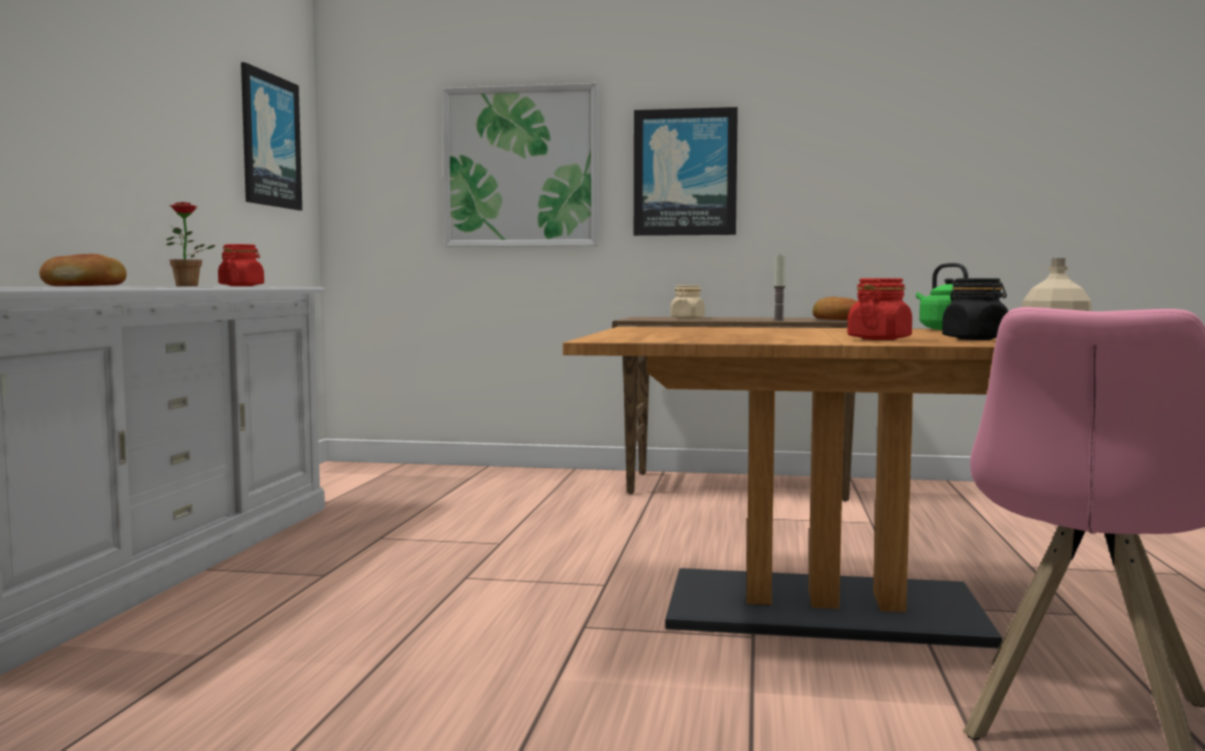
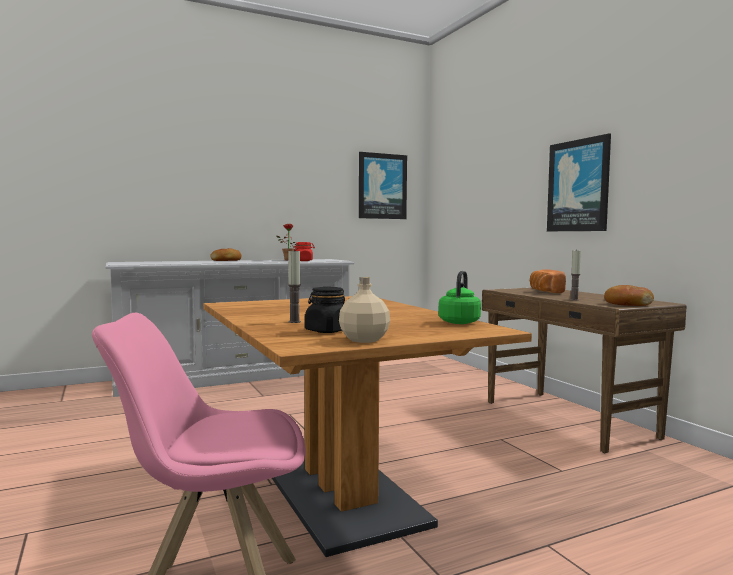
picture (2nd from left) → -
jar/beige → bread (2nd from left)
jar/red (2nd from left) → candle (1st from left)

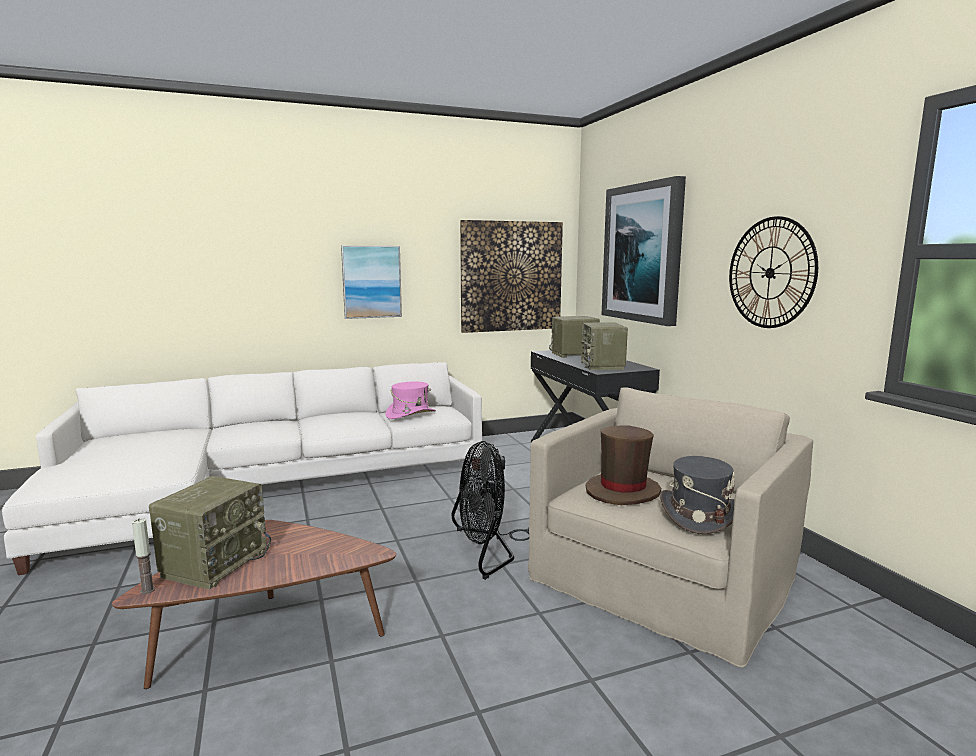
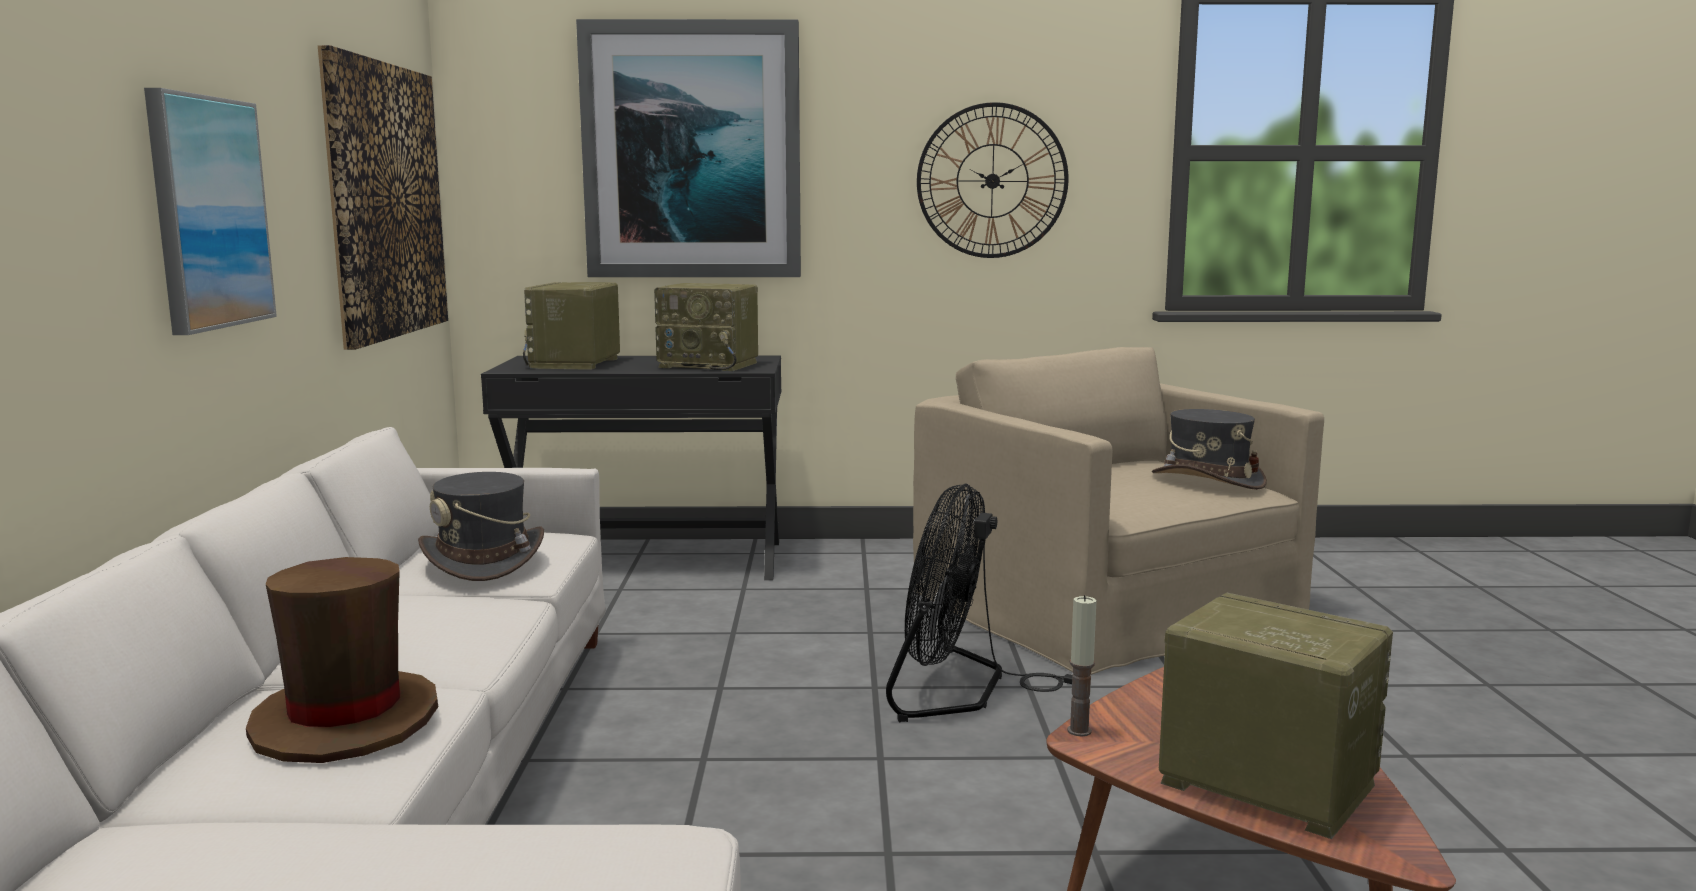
candle, move
hat/pink → hat/grey (1st from left)
fan/black, 105 degrees clockwise
hat/brown, move

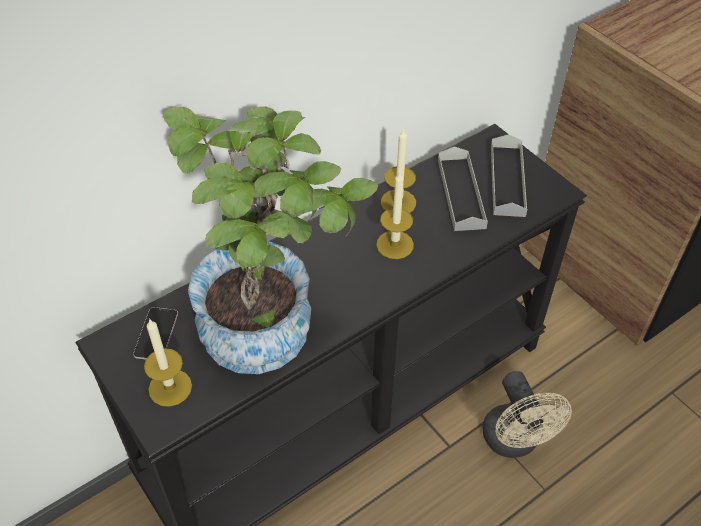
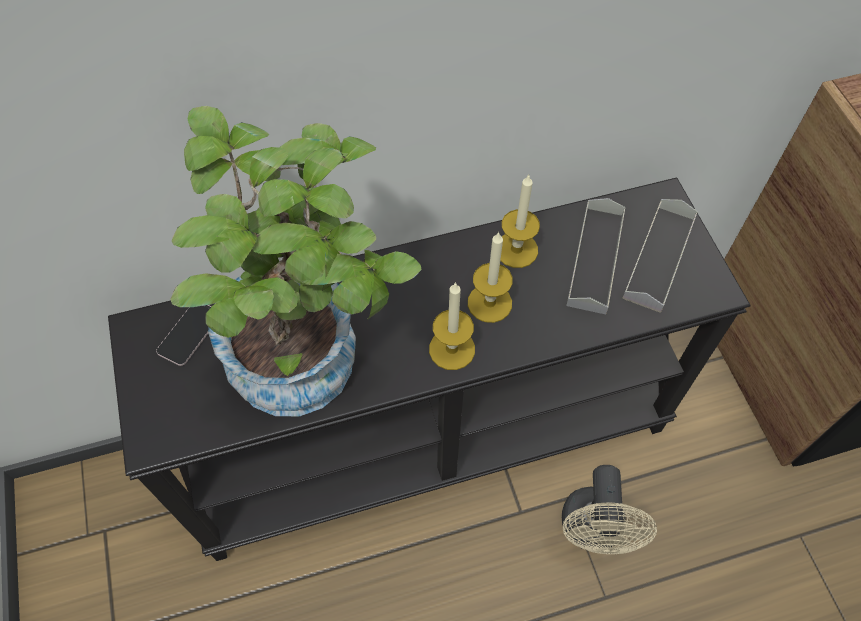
candle (1st from left), move

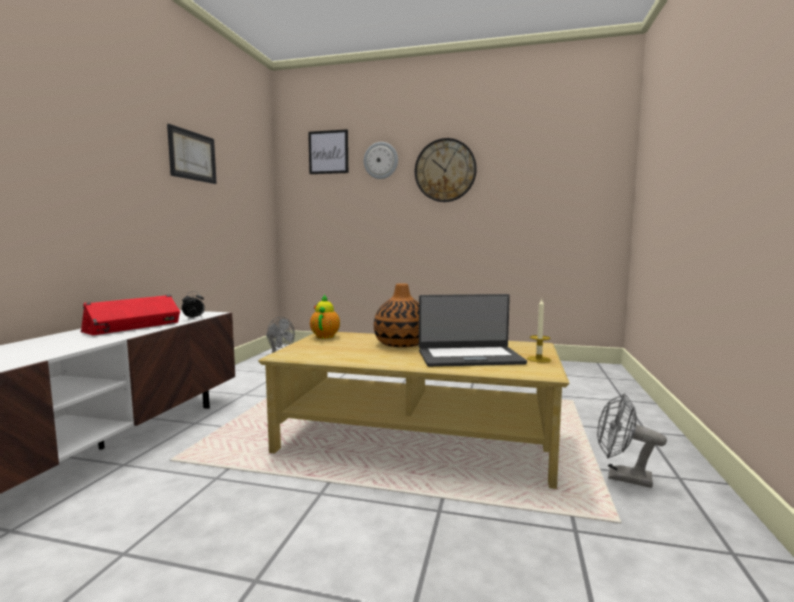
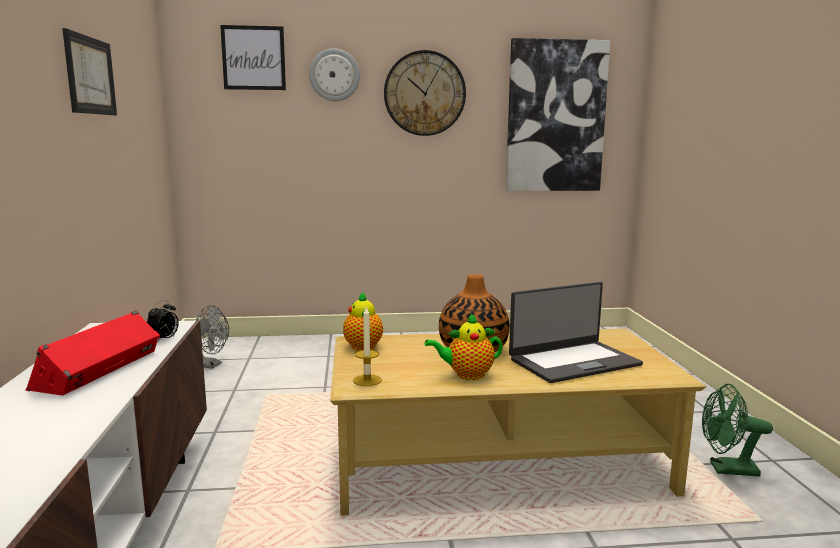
candle, move
fan/grey (2nd from left) → fan/green
- → teapot (2nd from left)
- → picture (3rd from left)

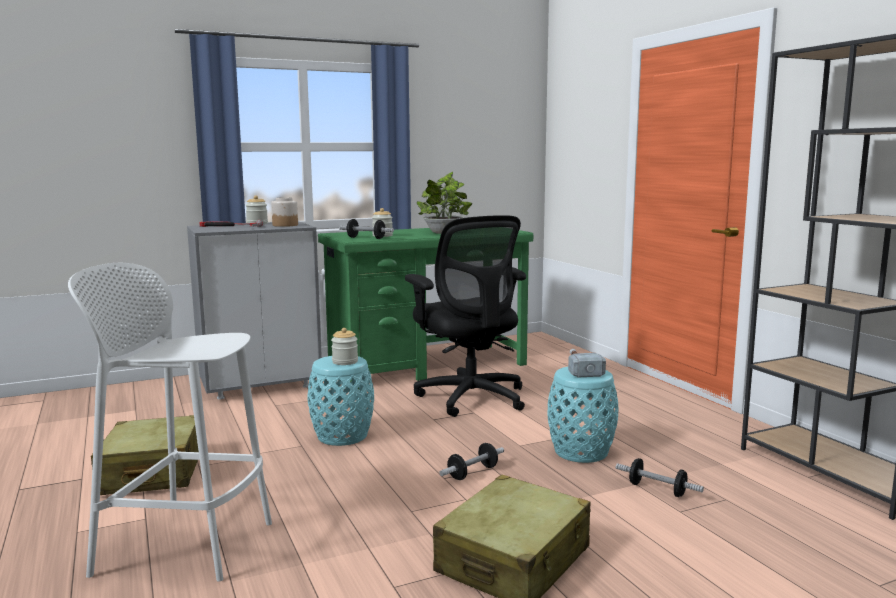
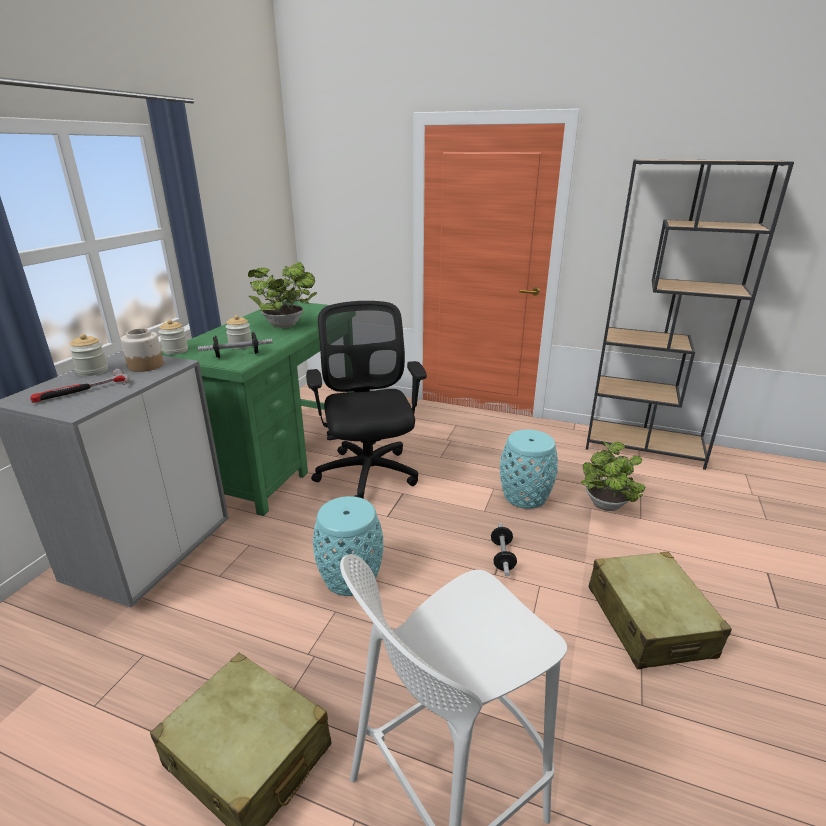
jar (3rd from left), move
office chair/black, 120 degrees counterclockwise
hammer (2nd from left) → -
dumbbell (3rd from left) → potted plant (2nd from left)

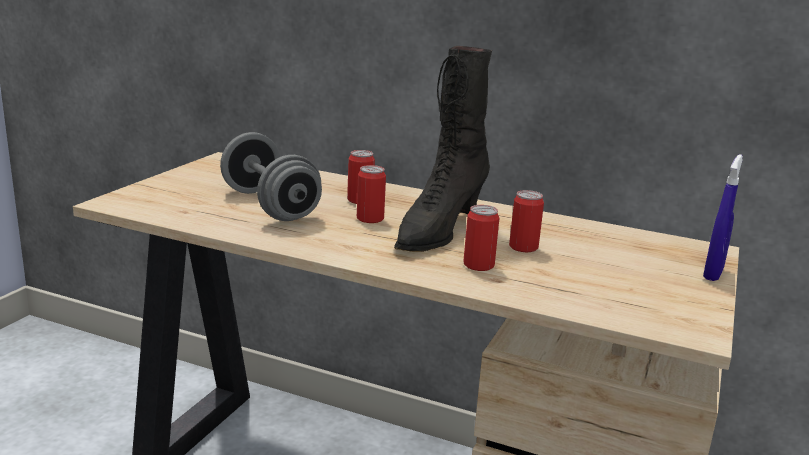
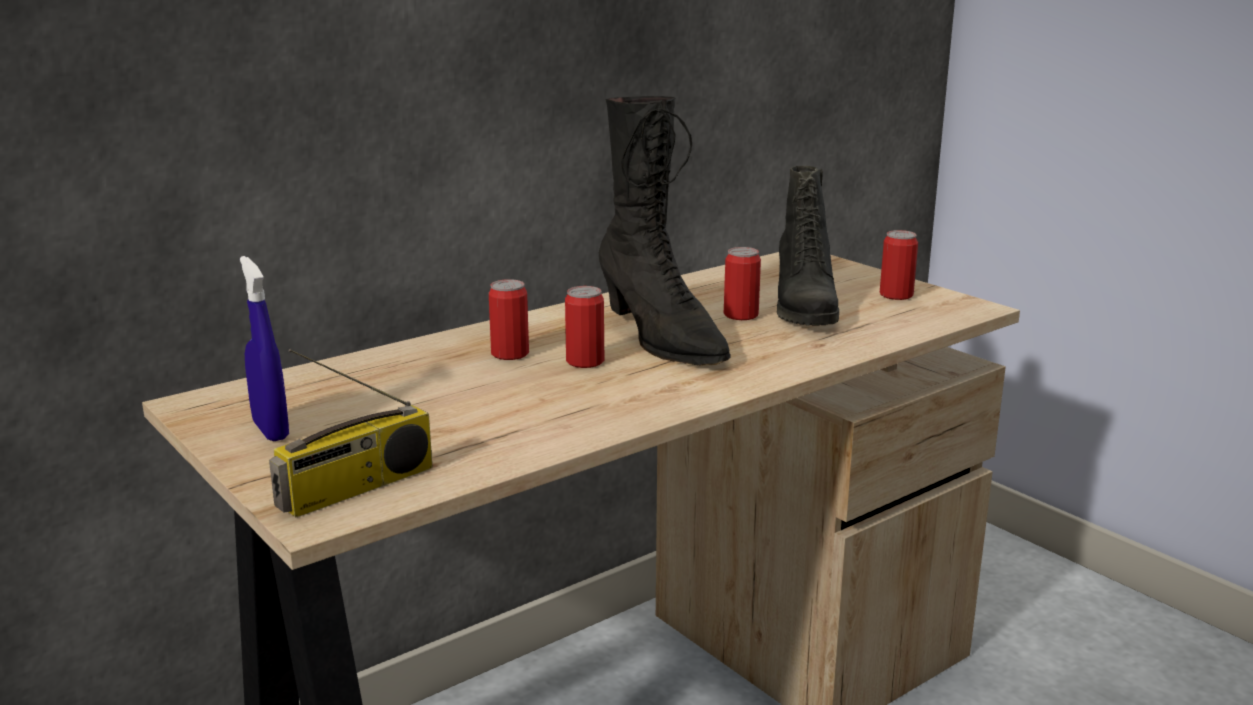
dumbbell/grey → -
can (3rd from left in the first image) → can (4th from left), move
spray bottle/blue, move
- → radio
- → boot/black (2nd from left)

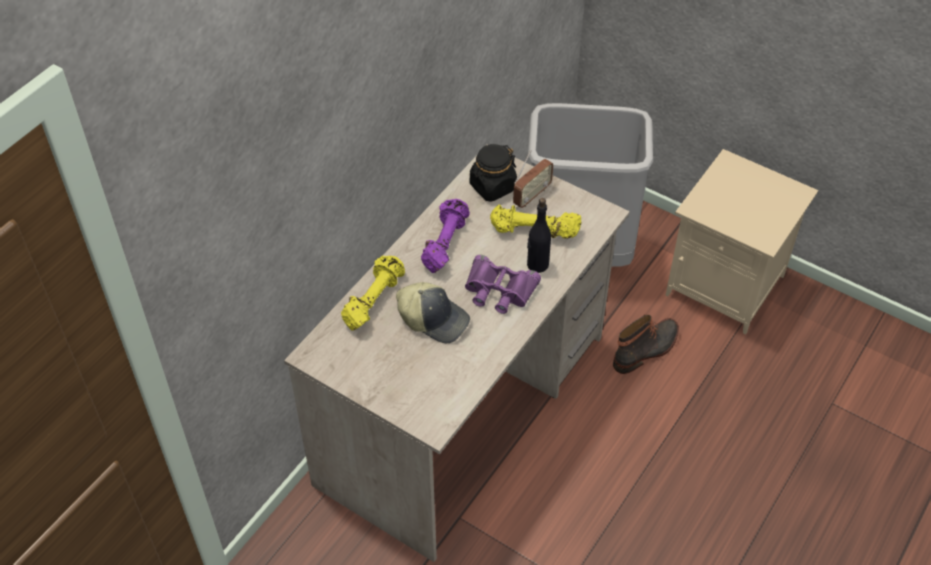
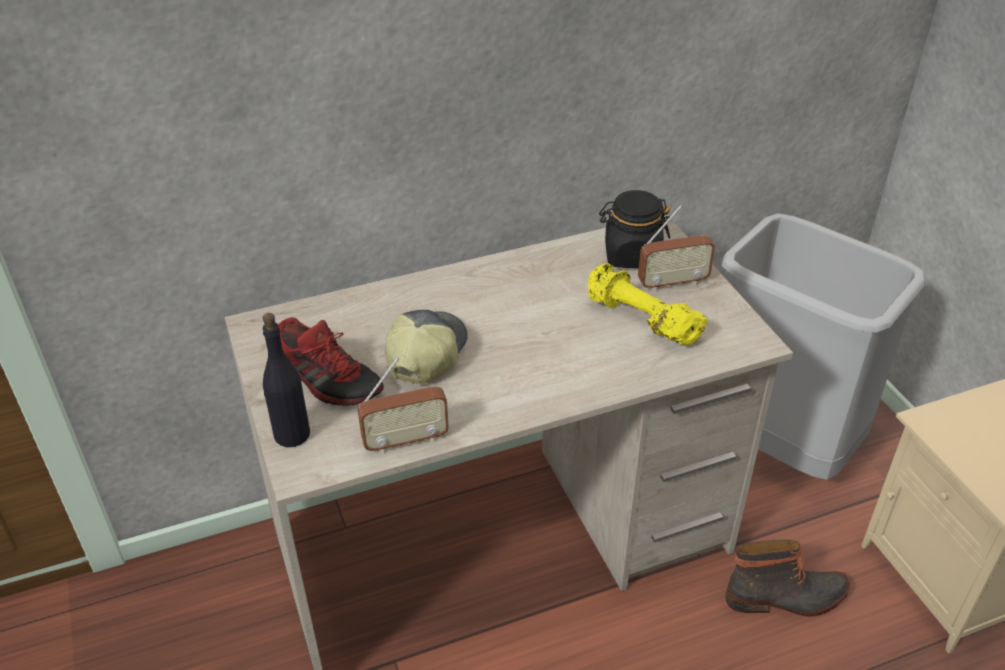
dumbbell/yellow (1st from left) → -
cap, 135 degrees counterclockwise
dumbbell/purple → -
binoculars/purple → -
bottle/black, move
- → shoe
- → radio (1st from left)

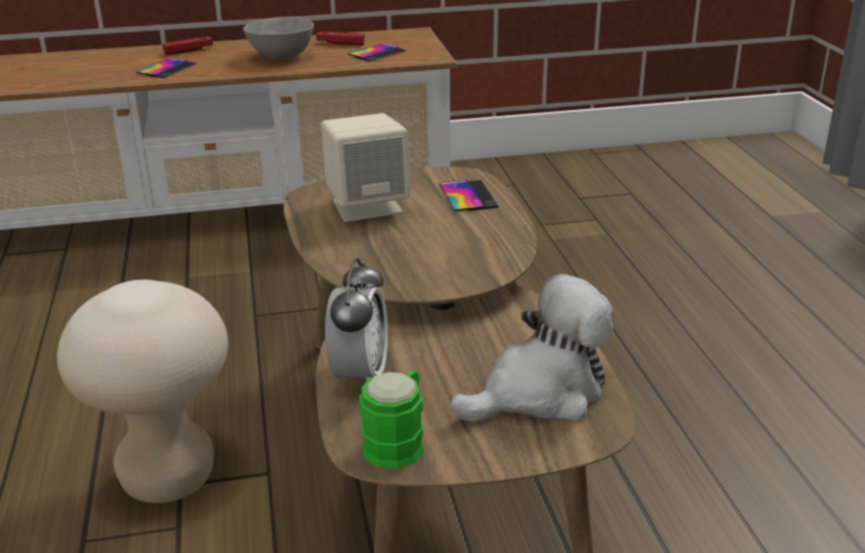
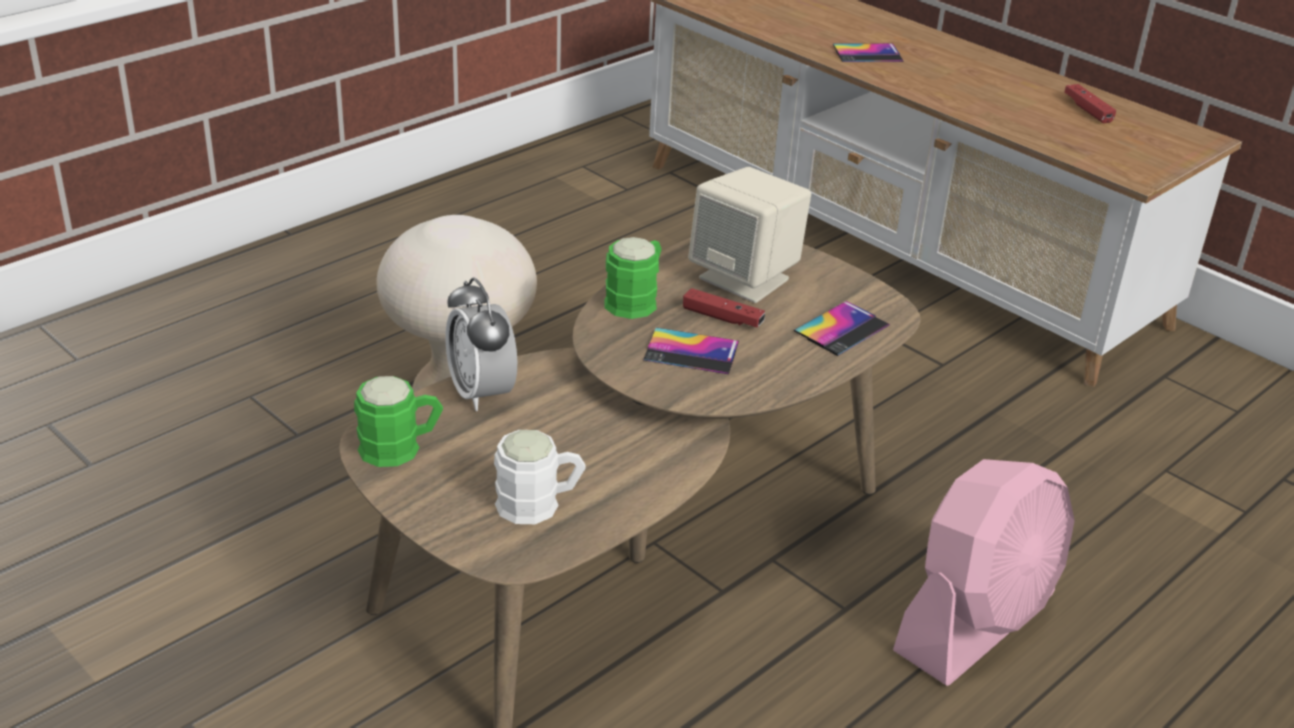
game controller/red (1st from left), move
bowl/grey → -
alarm clock, 90 degrees clockwise
phone (2nd from left in the first image) → phone (1st from left), move
plush toy → mug/white
- → mug/green (2nd from left)
- → fan/pink

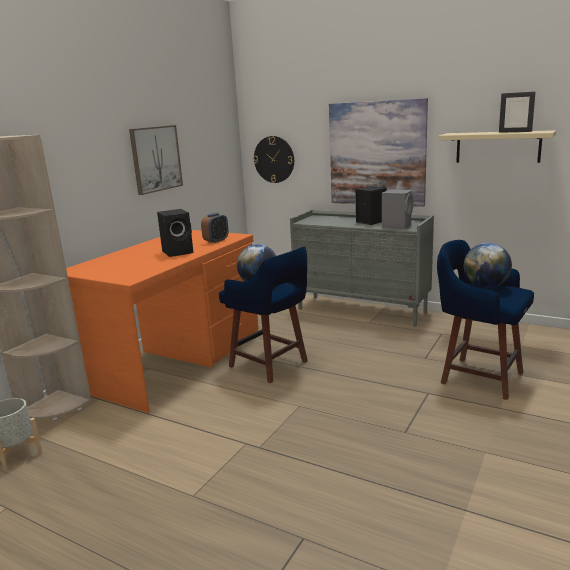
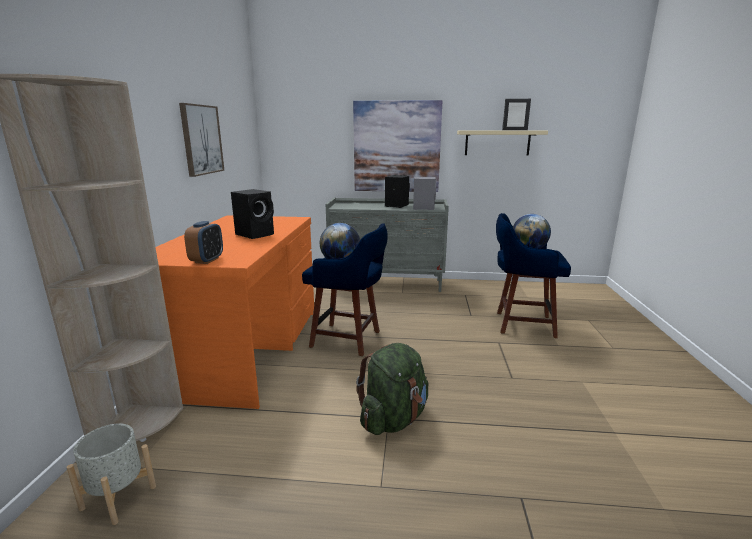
alarm clock, move
wall clock → -
- → backpack/green

